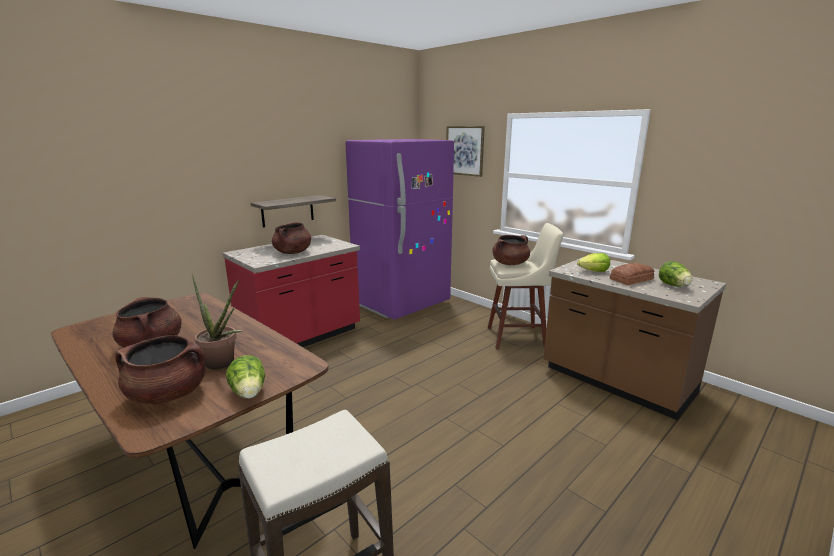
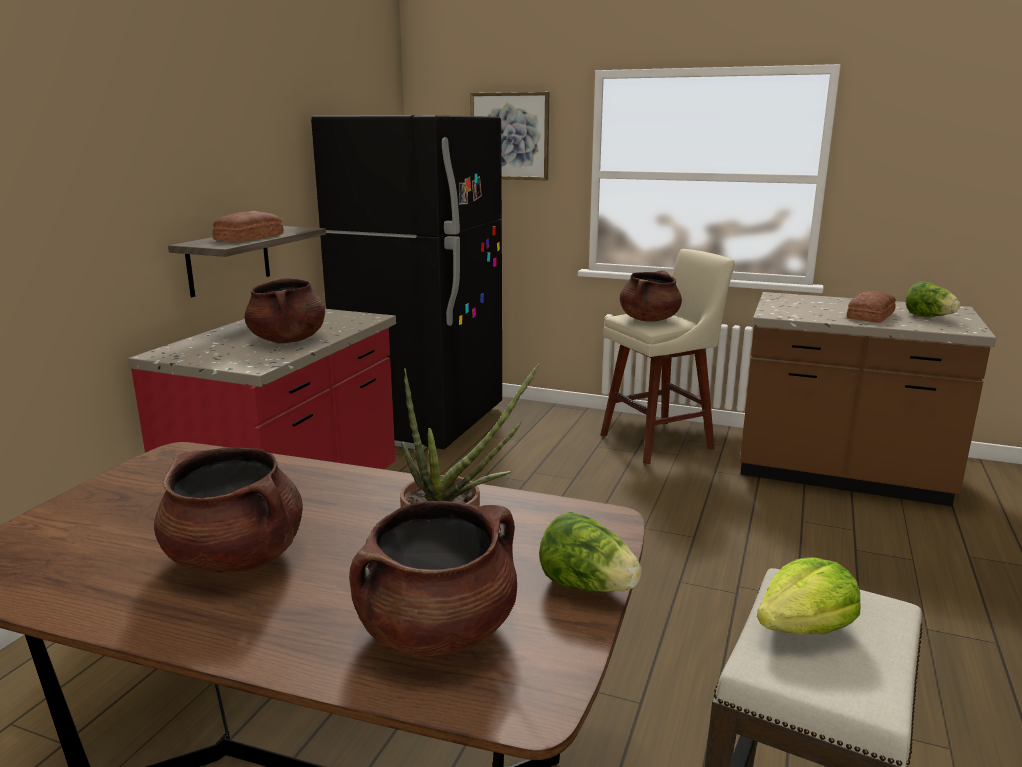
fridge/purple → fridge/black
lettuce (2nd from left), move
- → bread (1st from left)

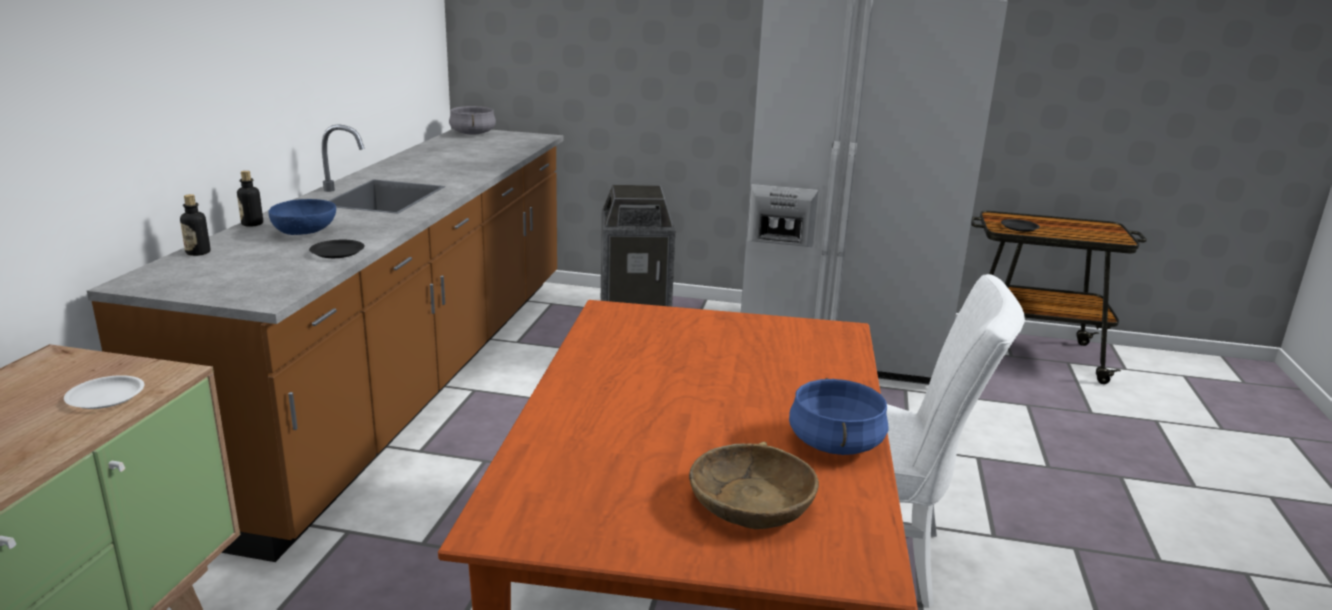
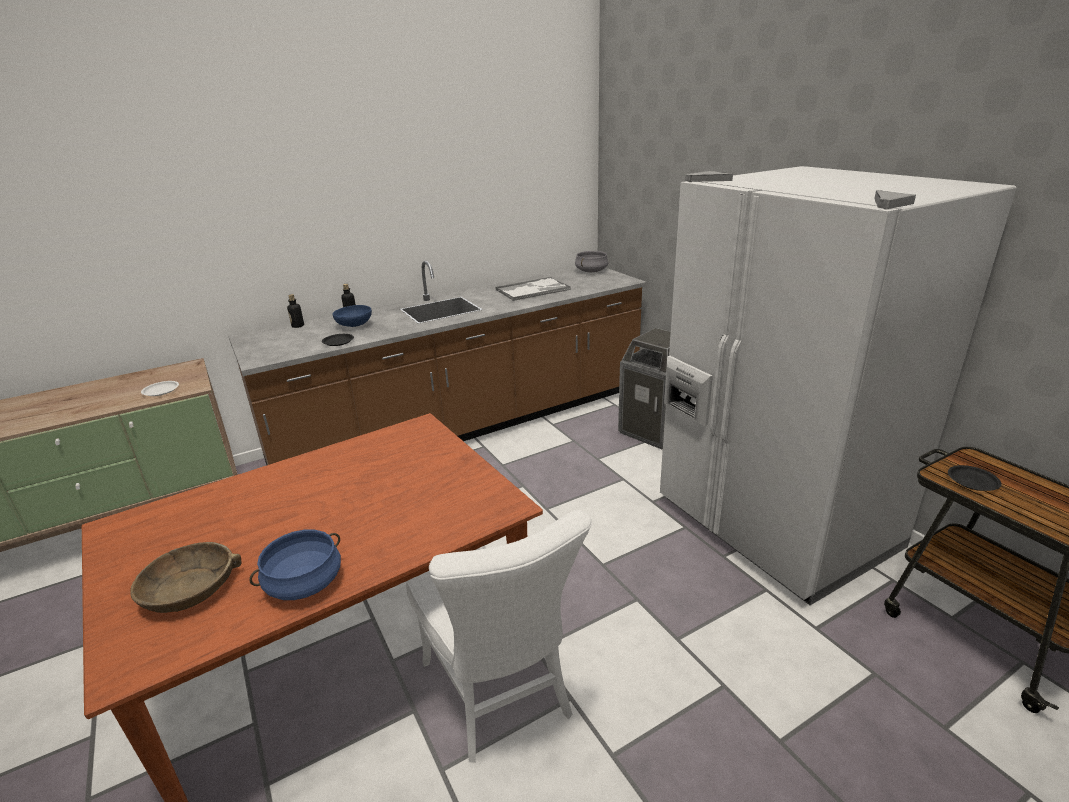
- → tray

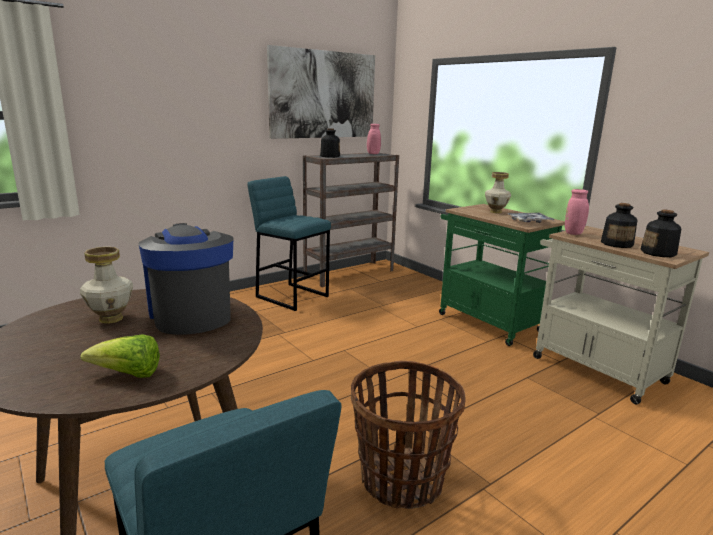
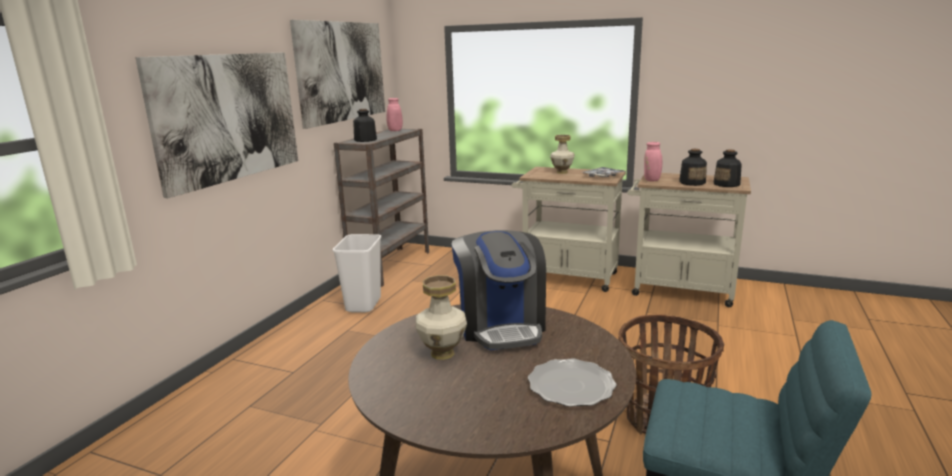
lettuce → plate
coffee machine, 135 degrees counterclockwise
stool/turquoise (2nd from left) → trash can/white
cart/green → cart/beige (1st from left)
- → picture (1st from left)

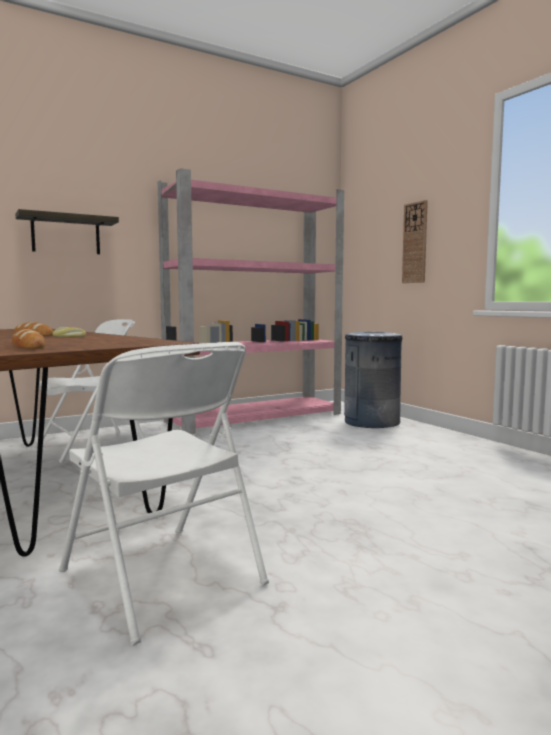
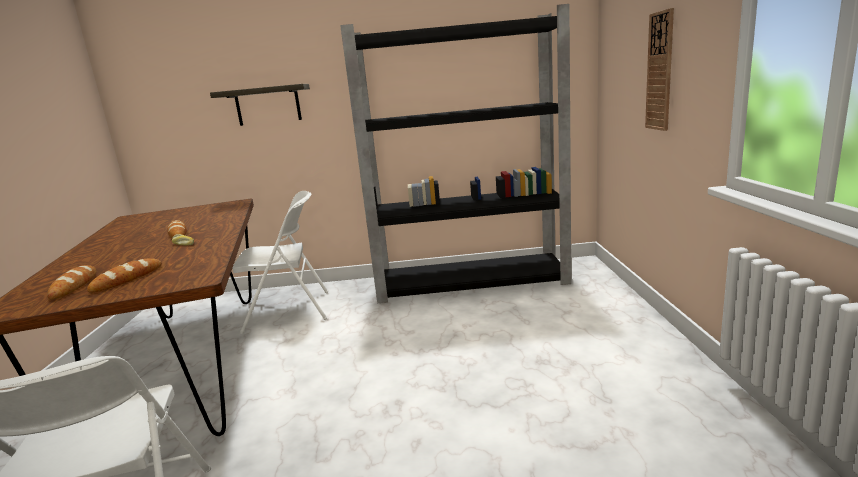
bookcase/pink → bookcase/black
trash can/grey → -
- → bread (2nd from left)

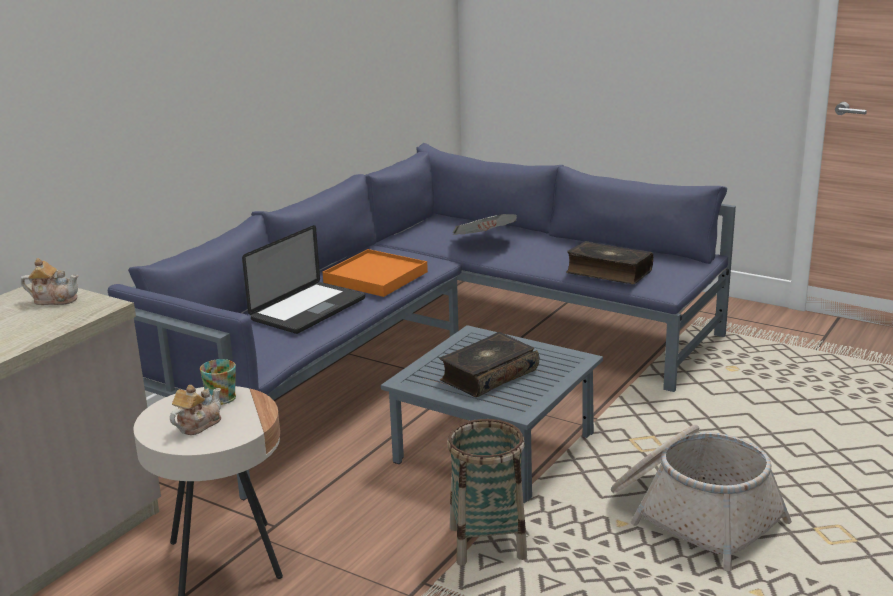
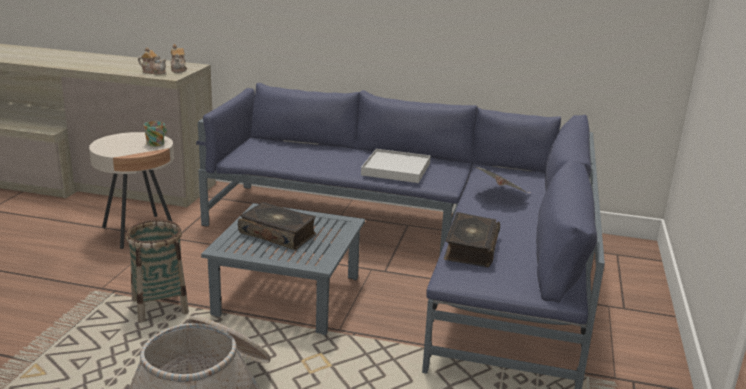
teapot (2nd from left in the first image) → teapot (1st from left), move
laptop → -
tray/orange → tray/white

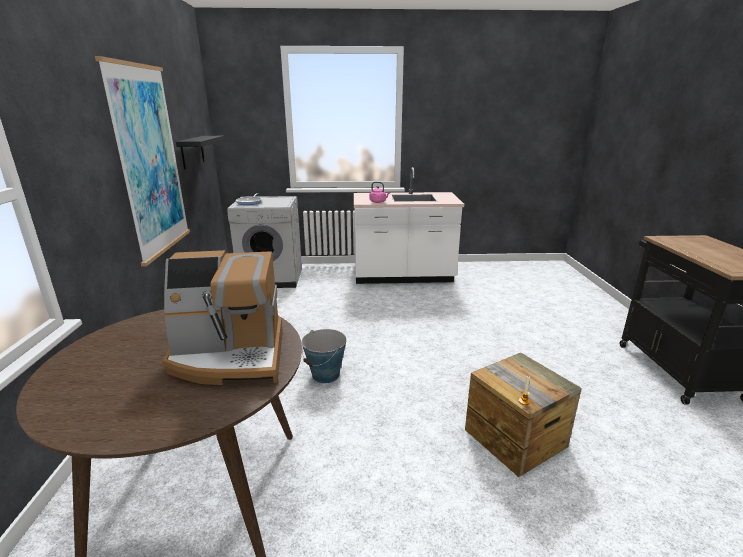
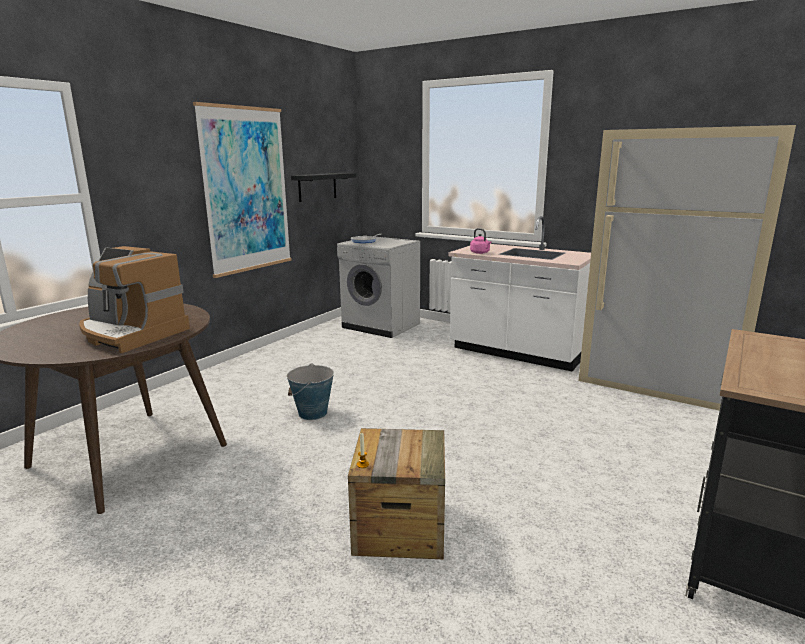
- → fridge/beige

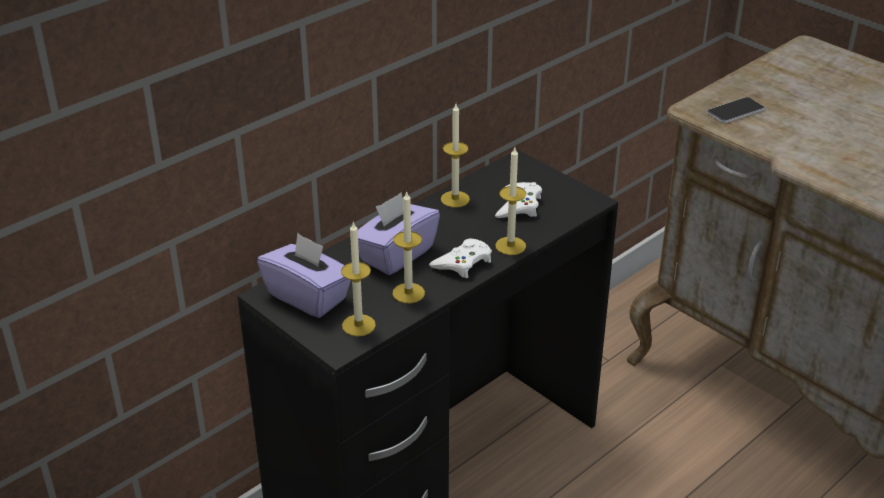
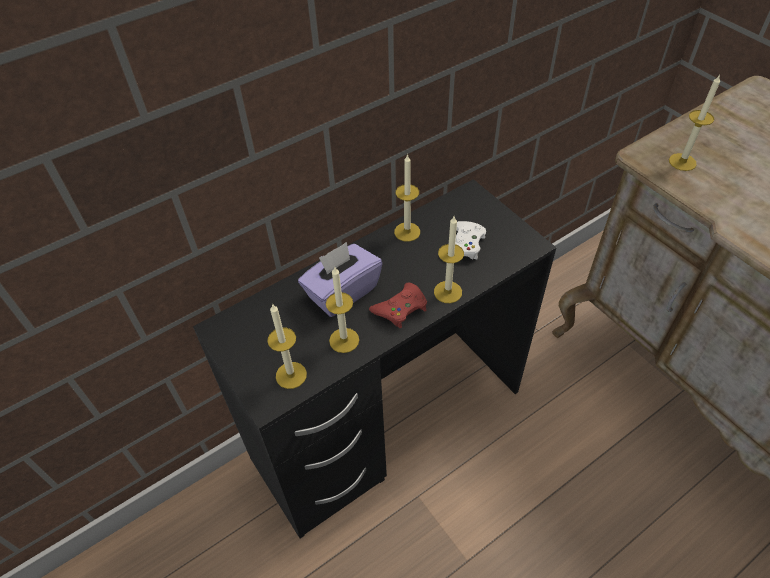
tissue box/purple (1st from left) → -
game controller/white (1st from left) → game controller/red
phone → candle (5th from left)

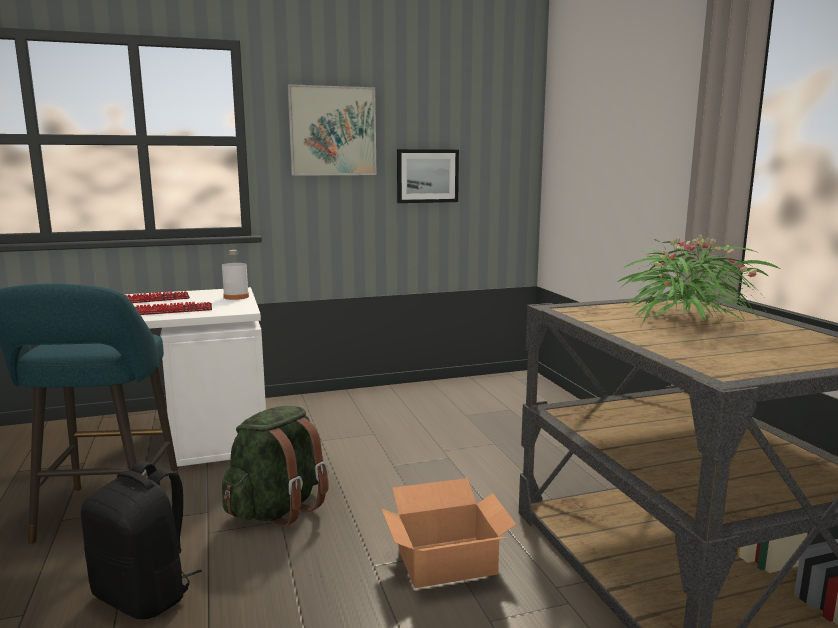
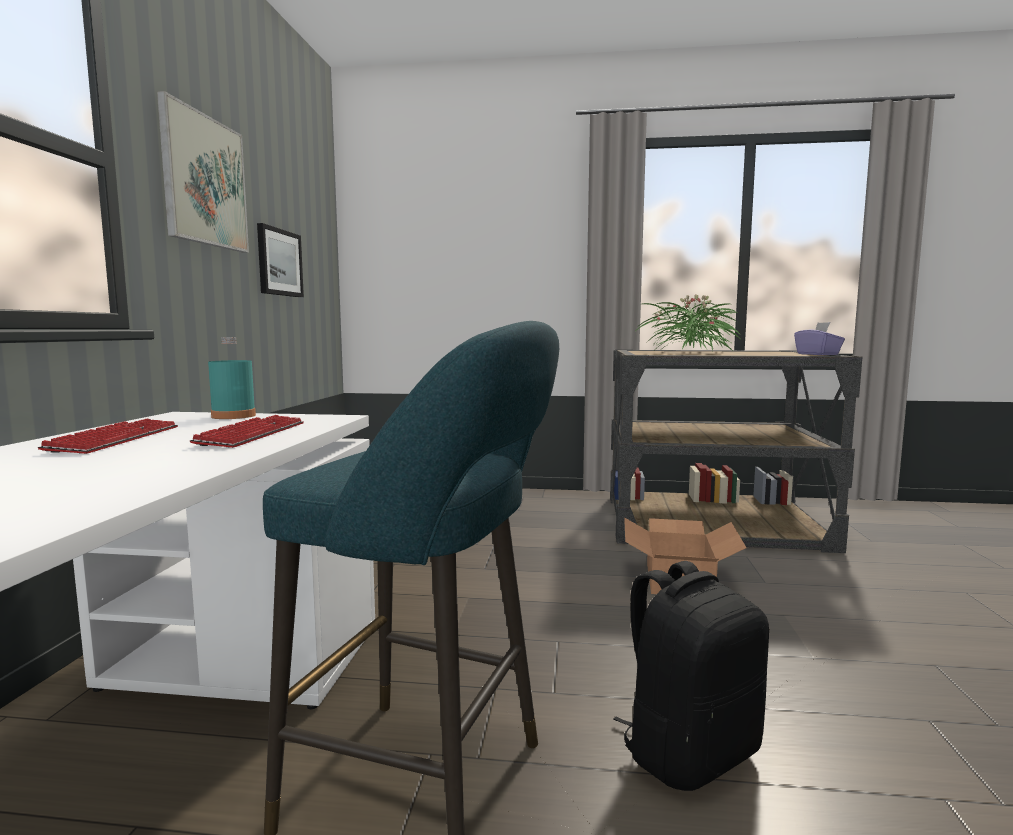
bottle/white → bottle/turquoise
backpack/green → -
- → tissue box/purple

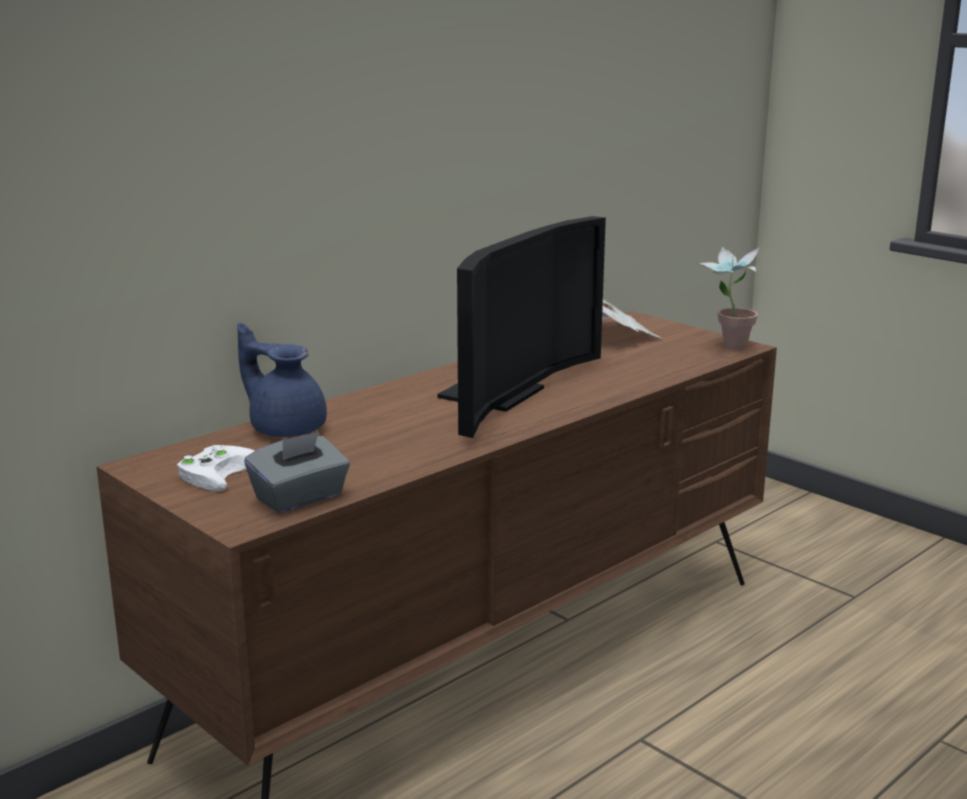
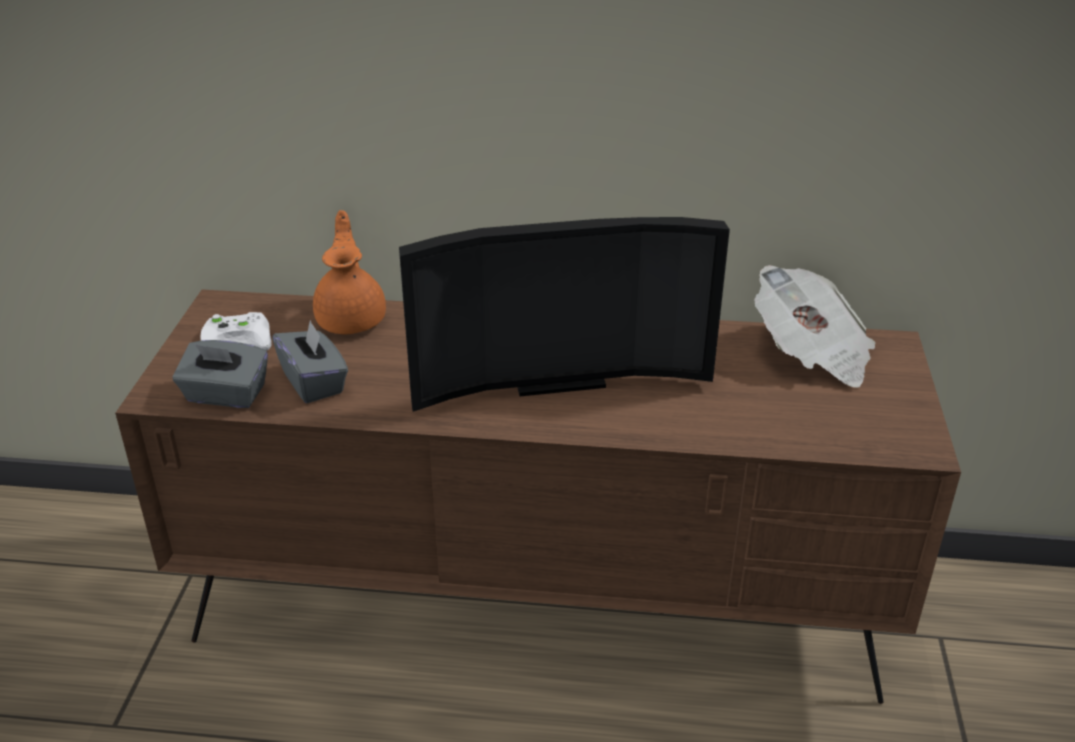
teapot/blue → teapot/orange
potted plant → -
- → tissue box/grey (2nd from left)

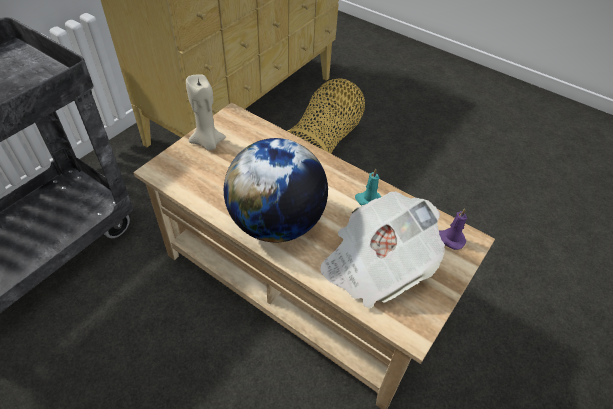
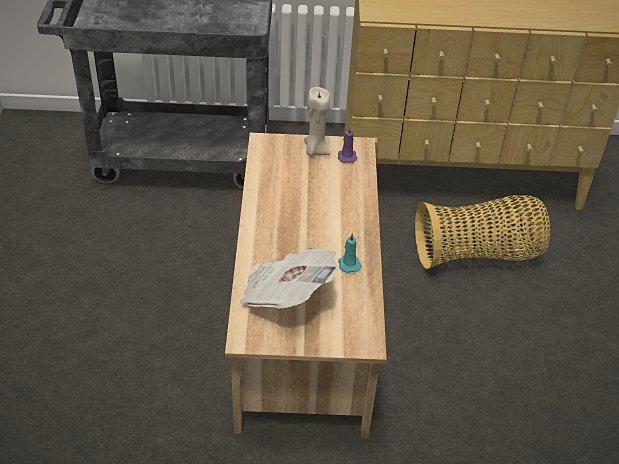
globe → -
candle/purple, move

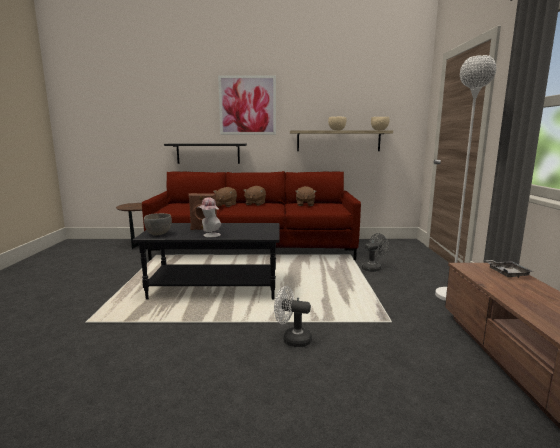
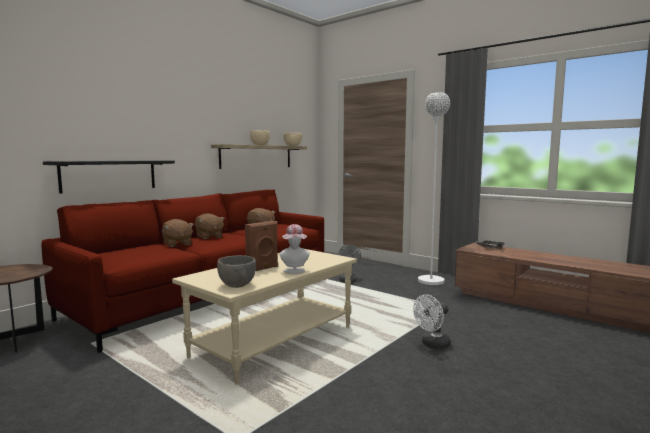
coffee table/black → coffee table/beige
picture → -

